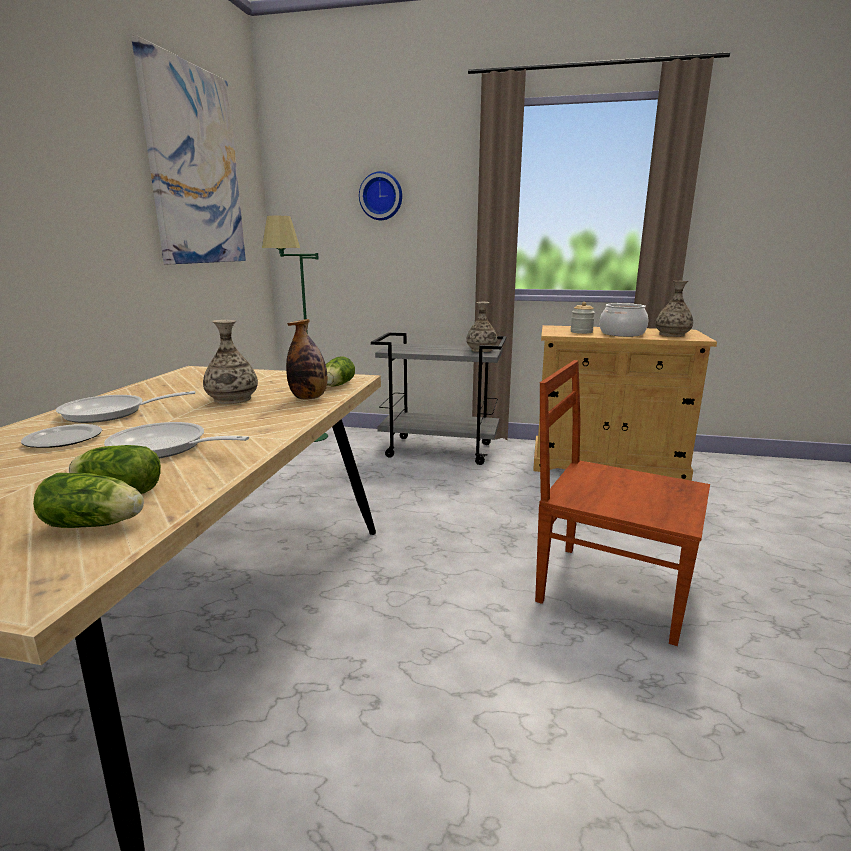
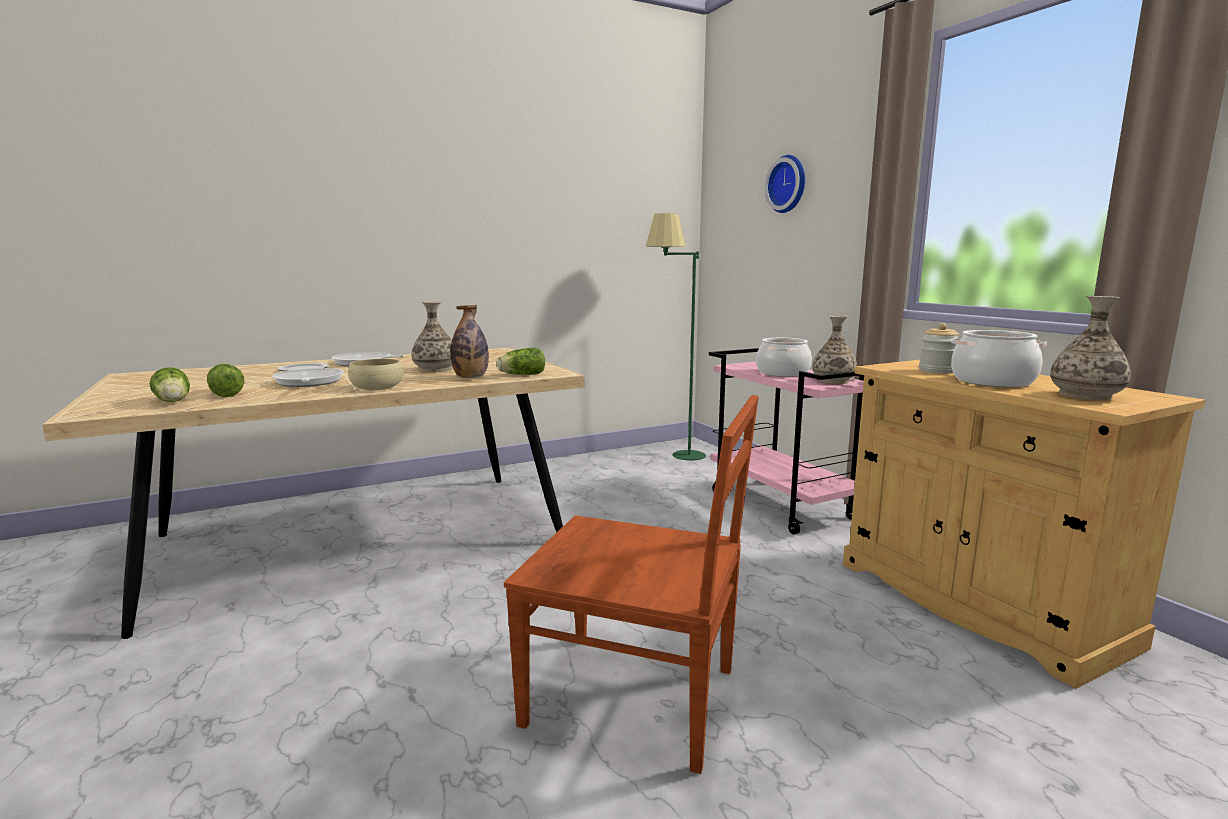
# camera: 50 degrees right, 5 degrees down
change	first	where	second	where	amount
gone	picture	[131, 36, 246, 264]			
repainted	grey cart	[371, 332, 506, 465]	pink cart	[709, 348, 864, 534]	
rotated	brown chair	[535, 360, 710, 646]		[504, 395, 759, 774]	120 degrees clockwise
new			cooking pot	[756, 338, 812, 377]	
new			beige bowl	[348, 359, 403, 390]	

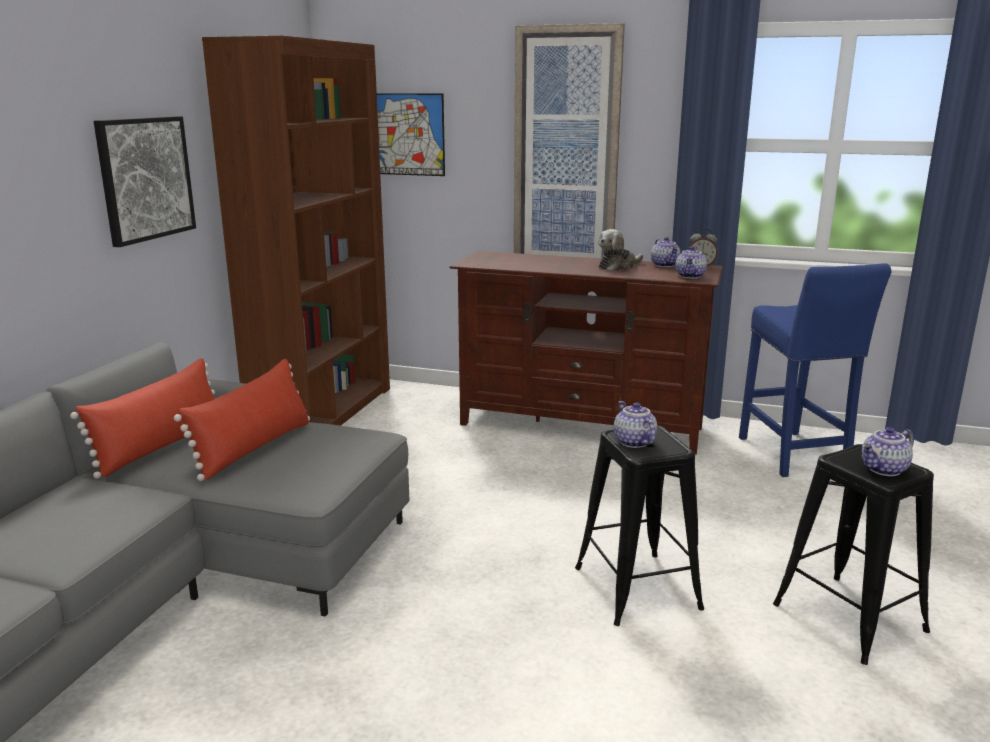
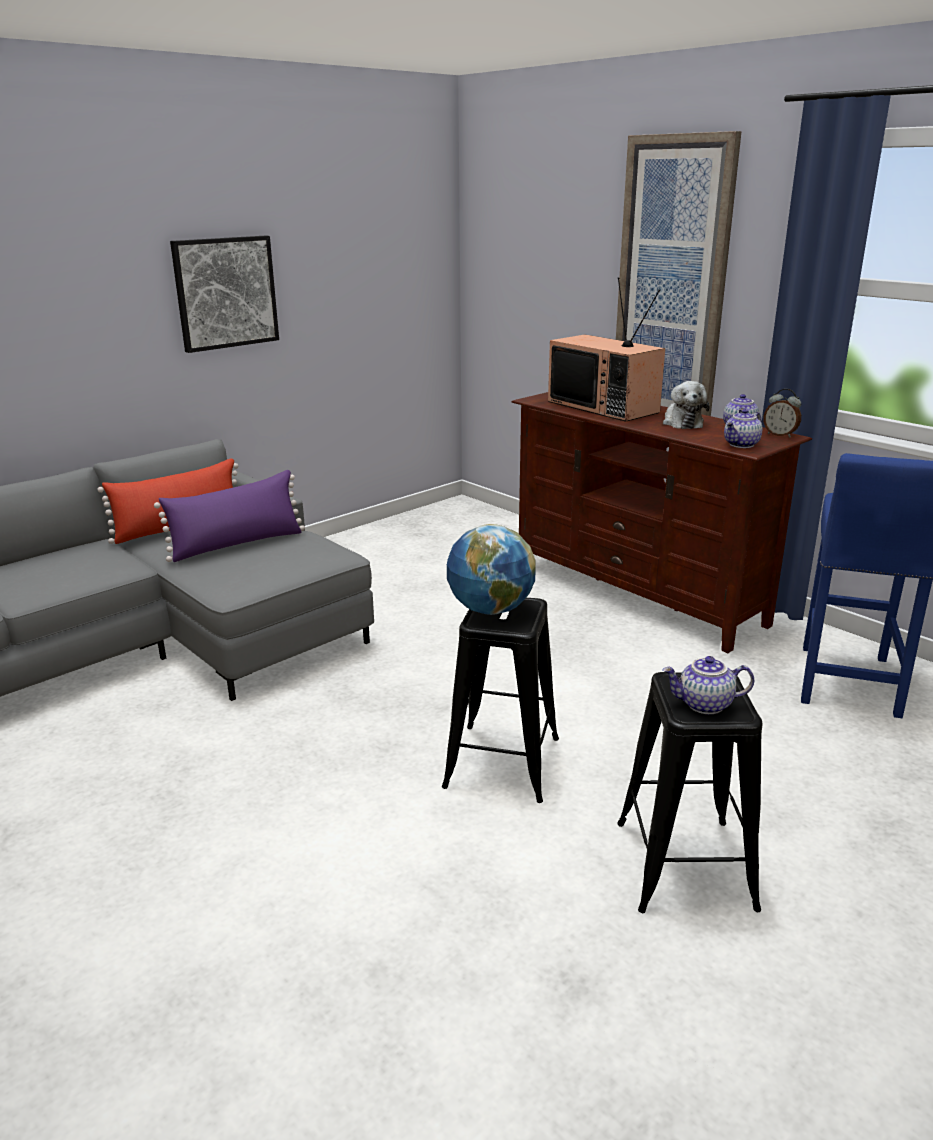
# camera: 30 degrees right, 5 degrees up
change	first	where	second	where	amount
gone	brown bookcase	[202, 36, 390, 426]			
gone	picture	[377, 93, 445, 176]			
rotated	plush toy	[598, 229, 643, 271]		[663, 381, 710, 429]	90 degrees counterclockwise
repainted	red pillow	[174, 359, 310, 481]	purple pillow	[154, 470, 305, 562]	
swapped	teapot	[614, 401, 657, 448]	globe	[447, 524, 536, 615]	
new			television	[548, 277, 665, 422]	

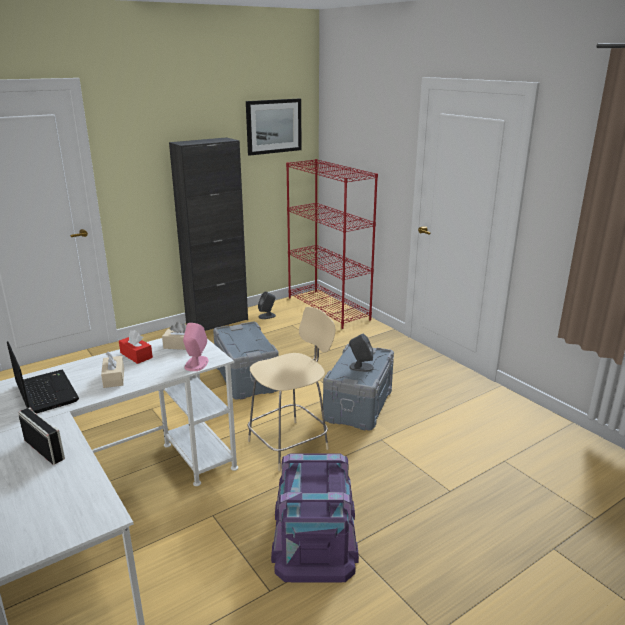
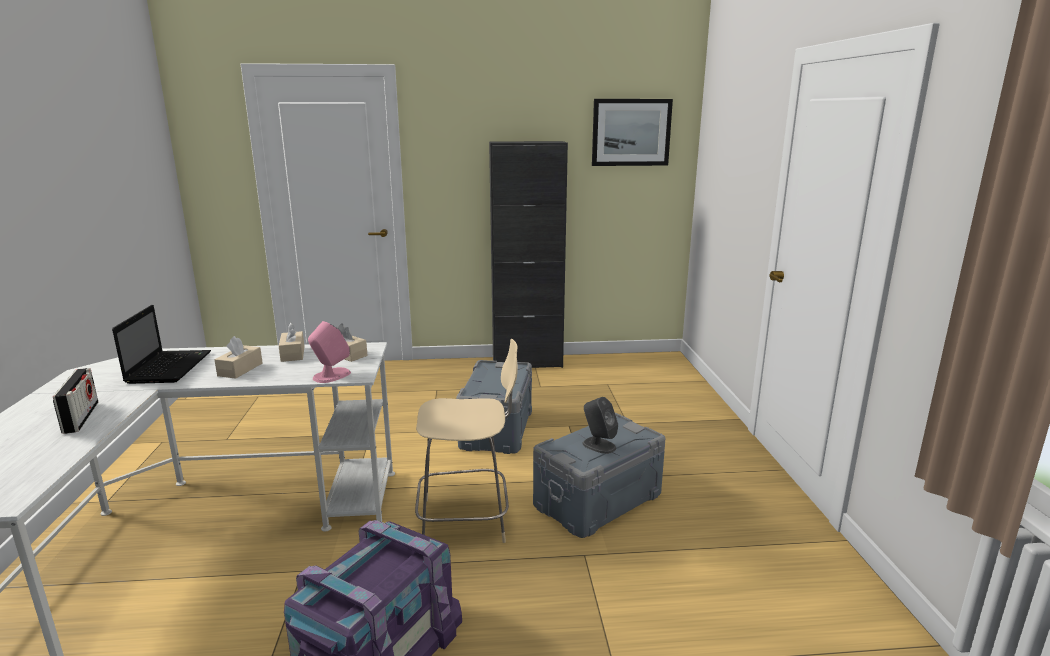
# camera: 30 degrees right, 5 degrees down
change	first	where	second	where	amount
gone	red bookcase	[286, 159, 378, 329]			
gone	grey speaker	[258, 291, 276, 319]			
repainted	red tissue box	[119, 330, 153, 364]	beige tissue box	[279, 323, 305, 362]	

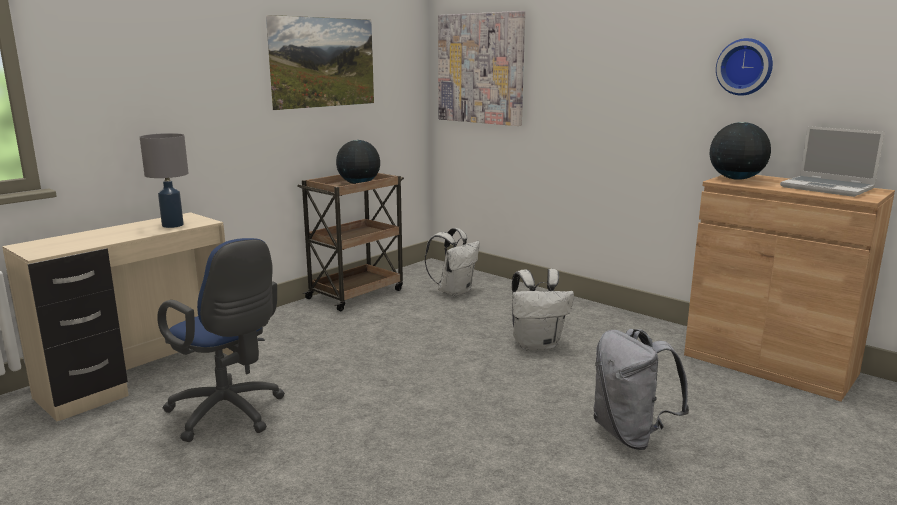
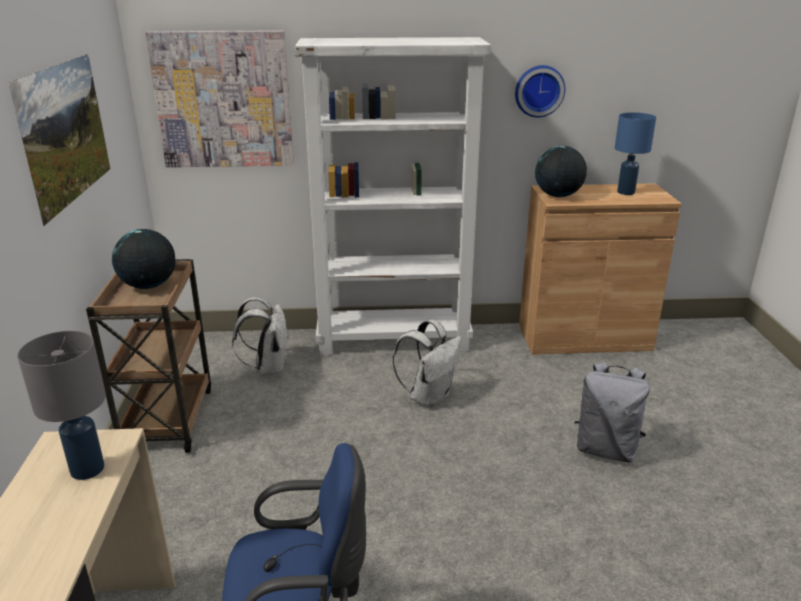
# camera: 45 degrees left, 10 degrees up
change	first	where	second	where	amount
swapped	laptop	[780, 126, 885, 197]	blue table lamp	[615, 112, 656, 195]	
new			white bookcase	[295, 37, 491, 356]	

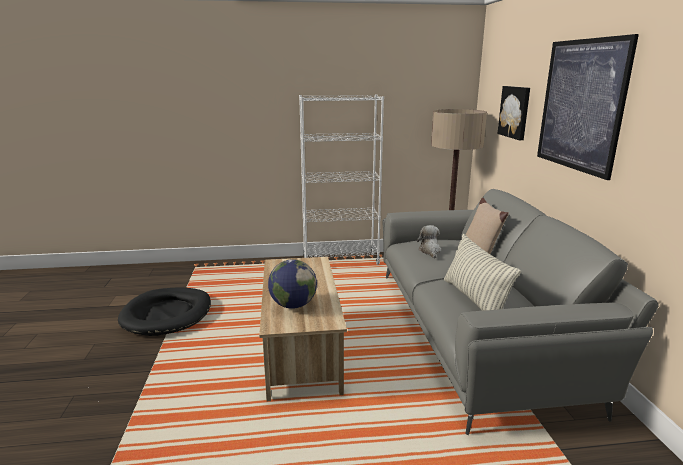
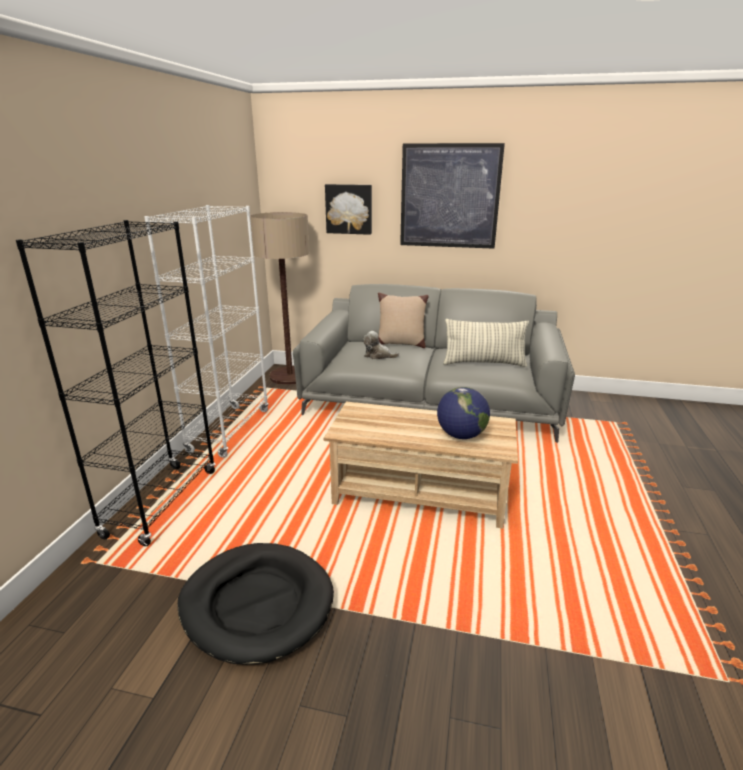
# camera: 70 degrees left, 5 degrees up
change	first	where	second	where	amount
new			black bookcase	[16, 220, 216, 546]	

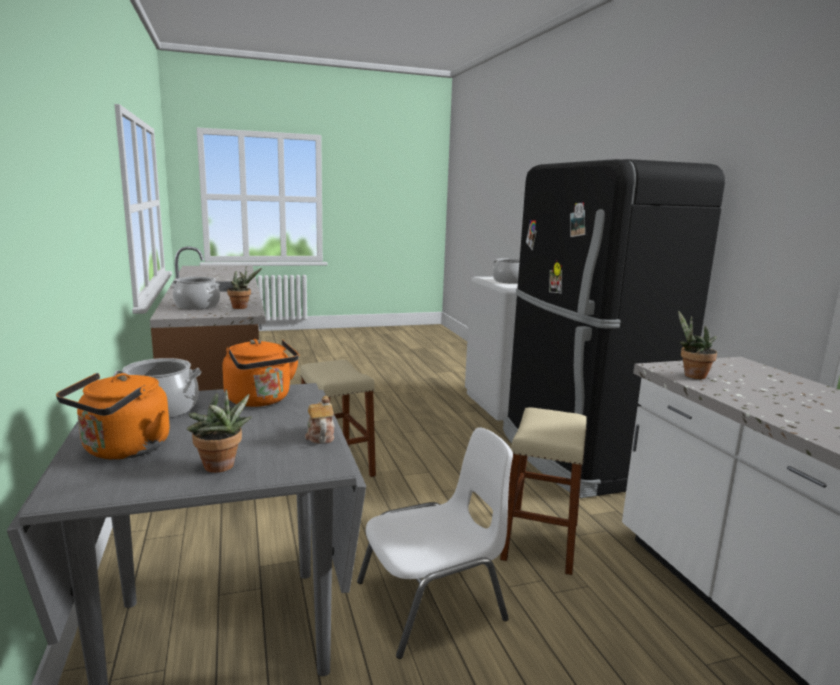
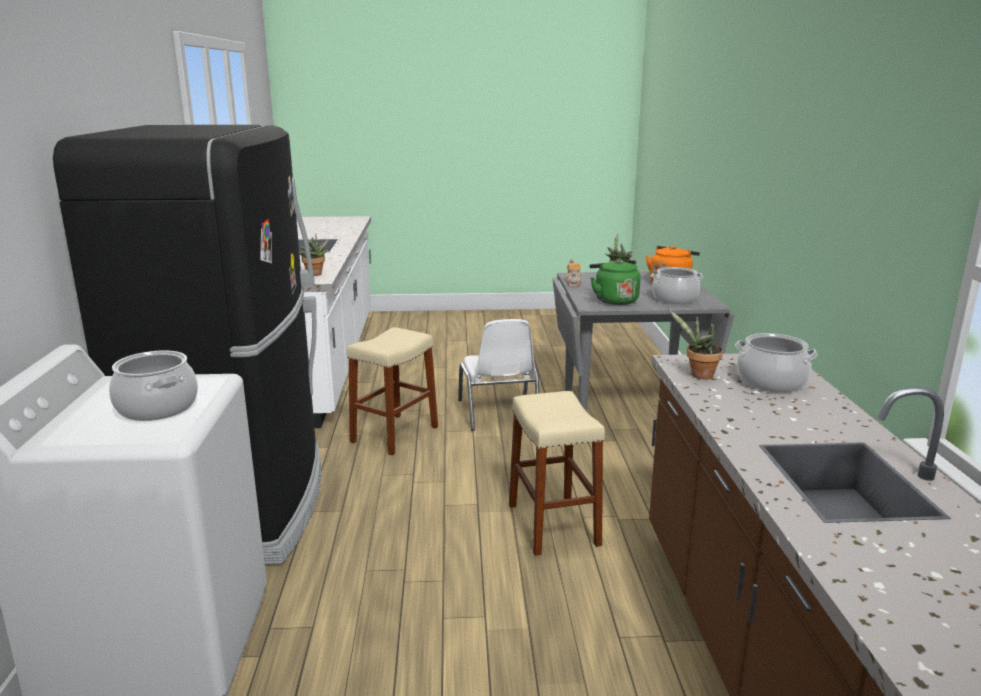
# camera: 165 degrees left, 5 degrees up
change	first	where	second	where	amount
repainted	orange kettle	[222, 339, 299, 407]	green kettle	[590, 259, 641, 305]	
rotated	white chair	[357, 427, 513, 659]		[458, 319, 539, 431]	90 degrees counterclockwise

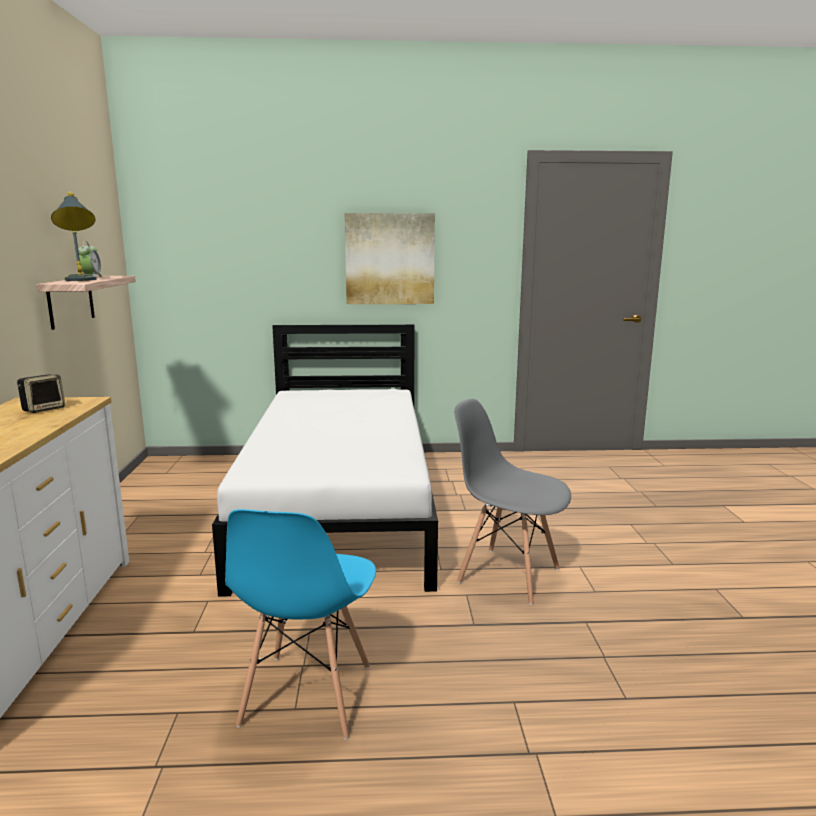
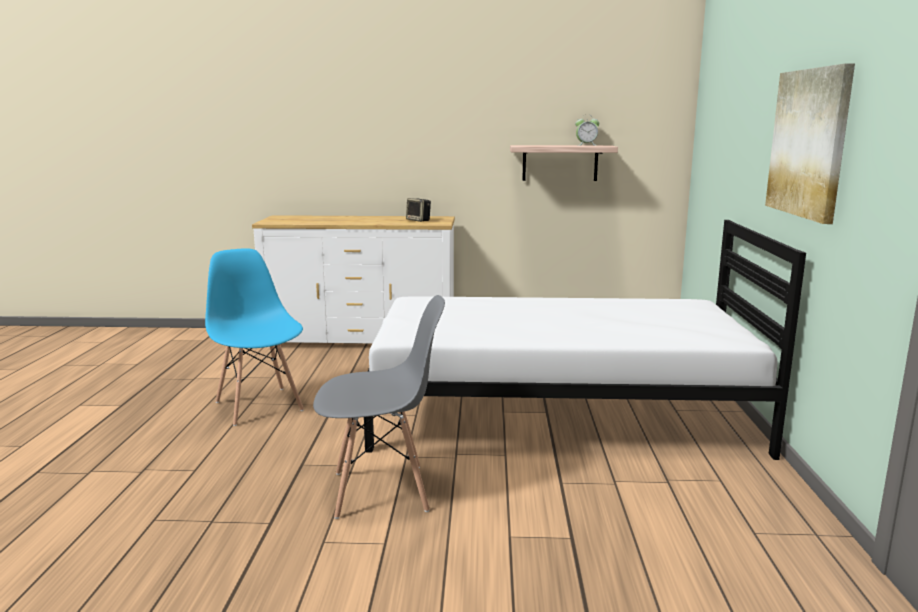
# camera: 95 degrees right, 0 degrees up
change	first	where	second	where	amount
gone	grey table lamp	[51, 192, 97, 281]			
rotated	grey chair	[454, 399, 571, 605]		[313, 295, 445, 519]	45 degrees clockwise
rotated	blue chair	[225, 509, 376, 740]		[205, 248, 304, 426]	45 degrees clockwise

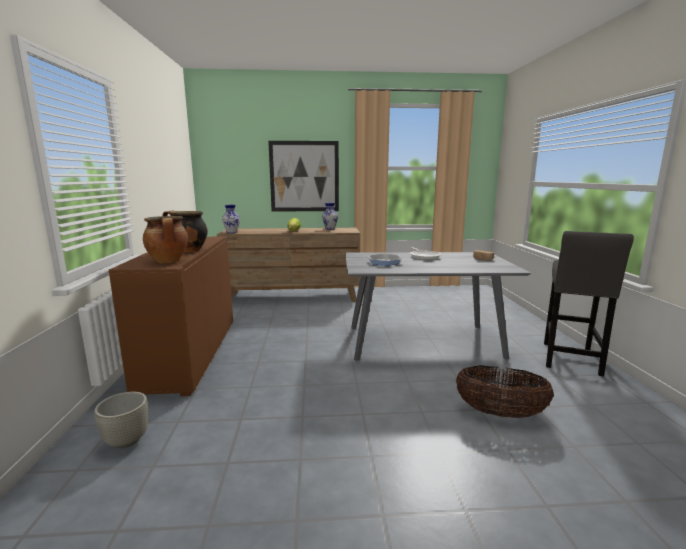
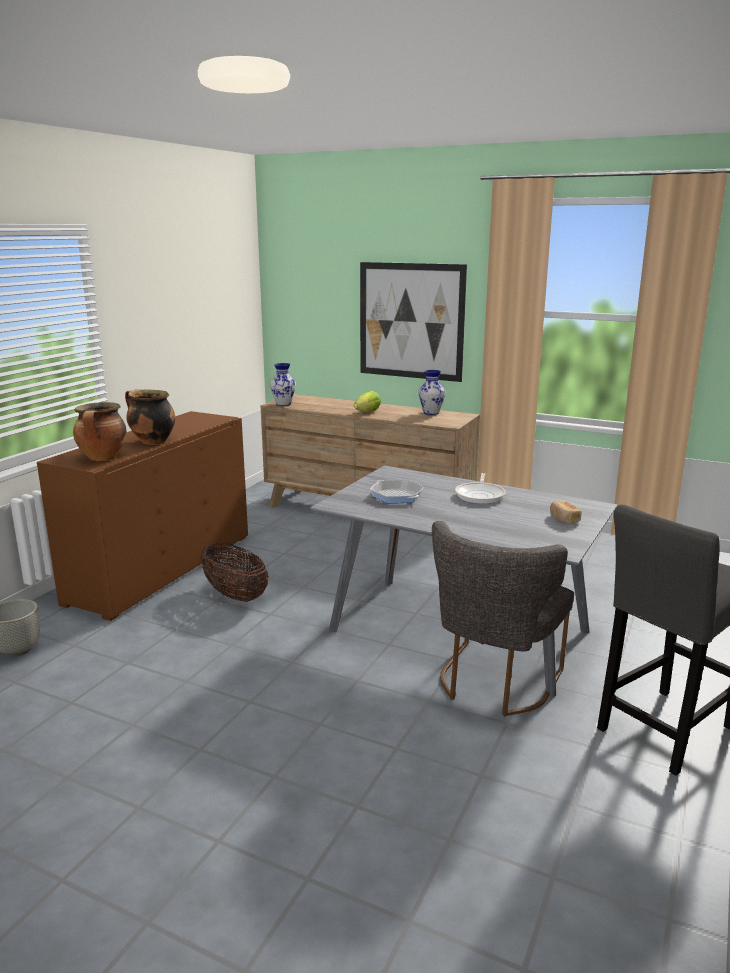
# camera: 30 degrees right, 5 degrees up
change	first	where	second	where	amount
shifted	basket	[456, 365, 554, 418]		[200, 543, 269, 602]	
new			grey chair	[432, 521, 574, 716]	

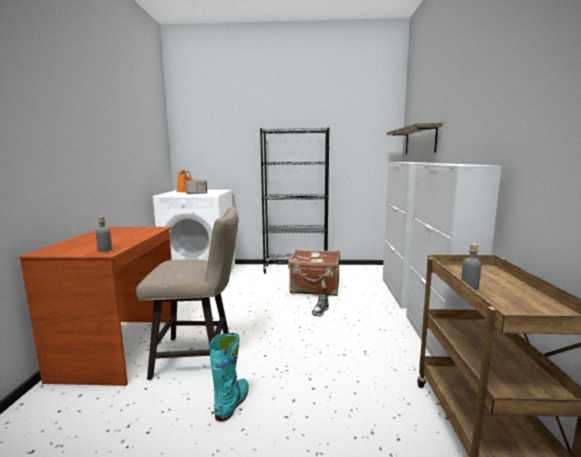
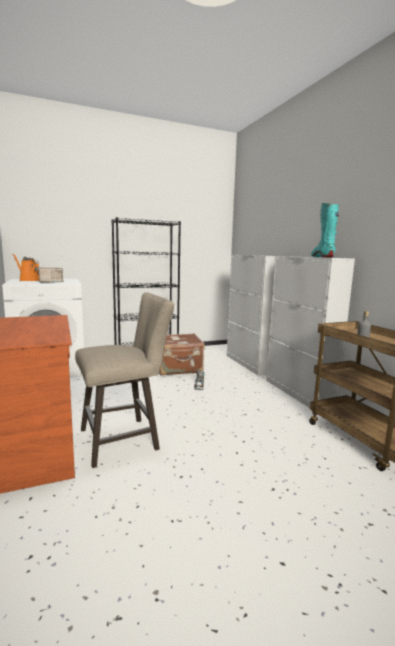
# camera: 25 degrees left, 0 degrees up
change	first	where	second	where	amount
gone	shelf	[386, 123, 442, 154]			
gone	grey bottle	[96, 216, 112, 252]			
shifted	turquoise boot	[210, 333, 249, 421]		[311, 203, 339, 258]	

